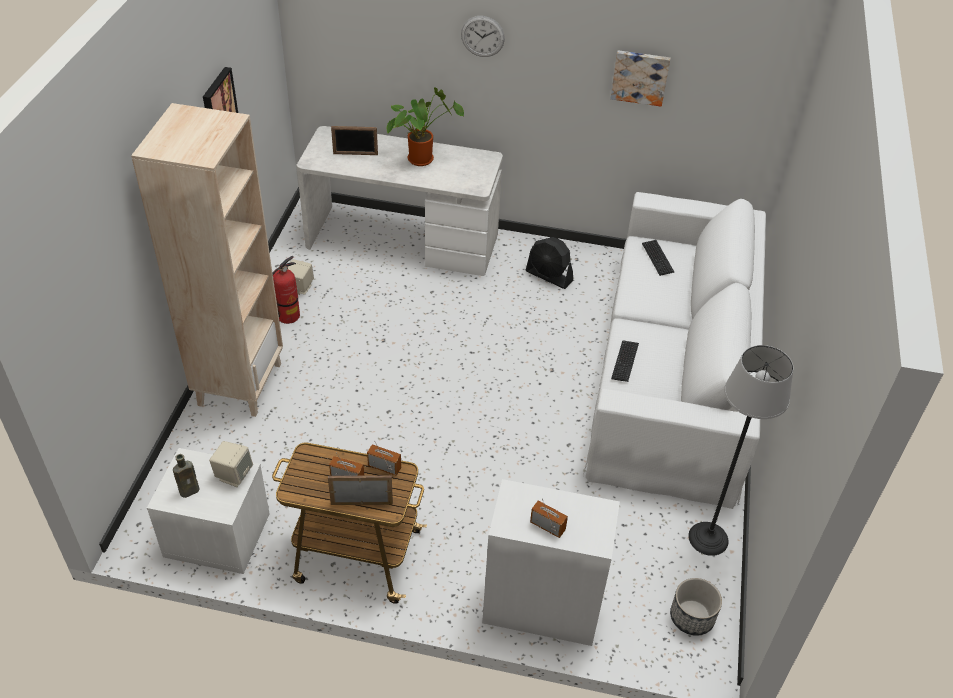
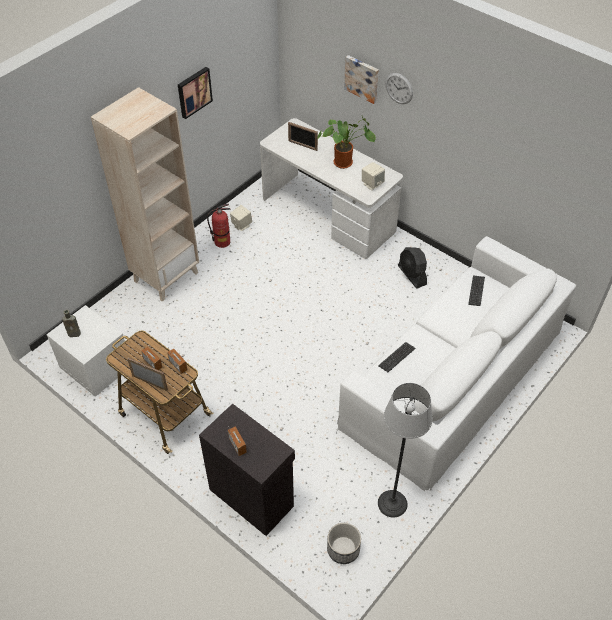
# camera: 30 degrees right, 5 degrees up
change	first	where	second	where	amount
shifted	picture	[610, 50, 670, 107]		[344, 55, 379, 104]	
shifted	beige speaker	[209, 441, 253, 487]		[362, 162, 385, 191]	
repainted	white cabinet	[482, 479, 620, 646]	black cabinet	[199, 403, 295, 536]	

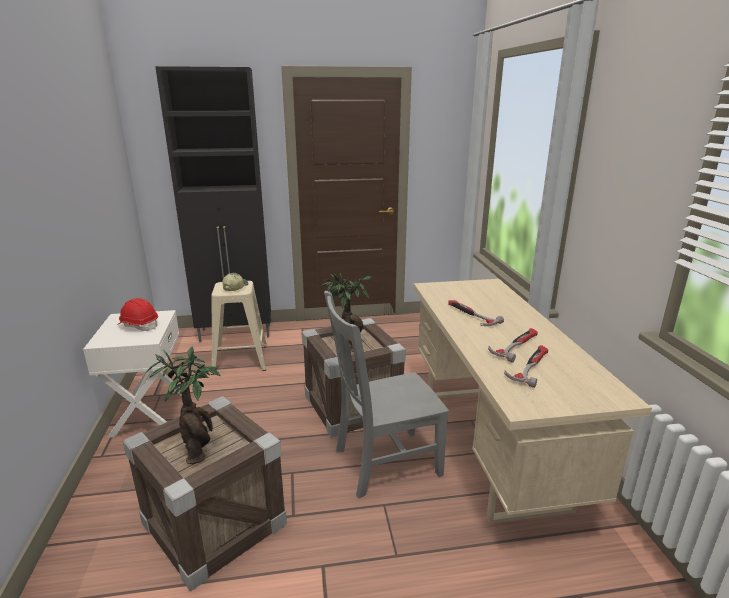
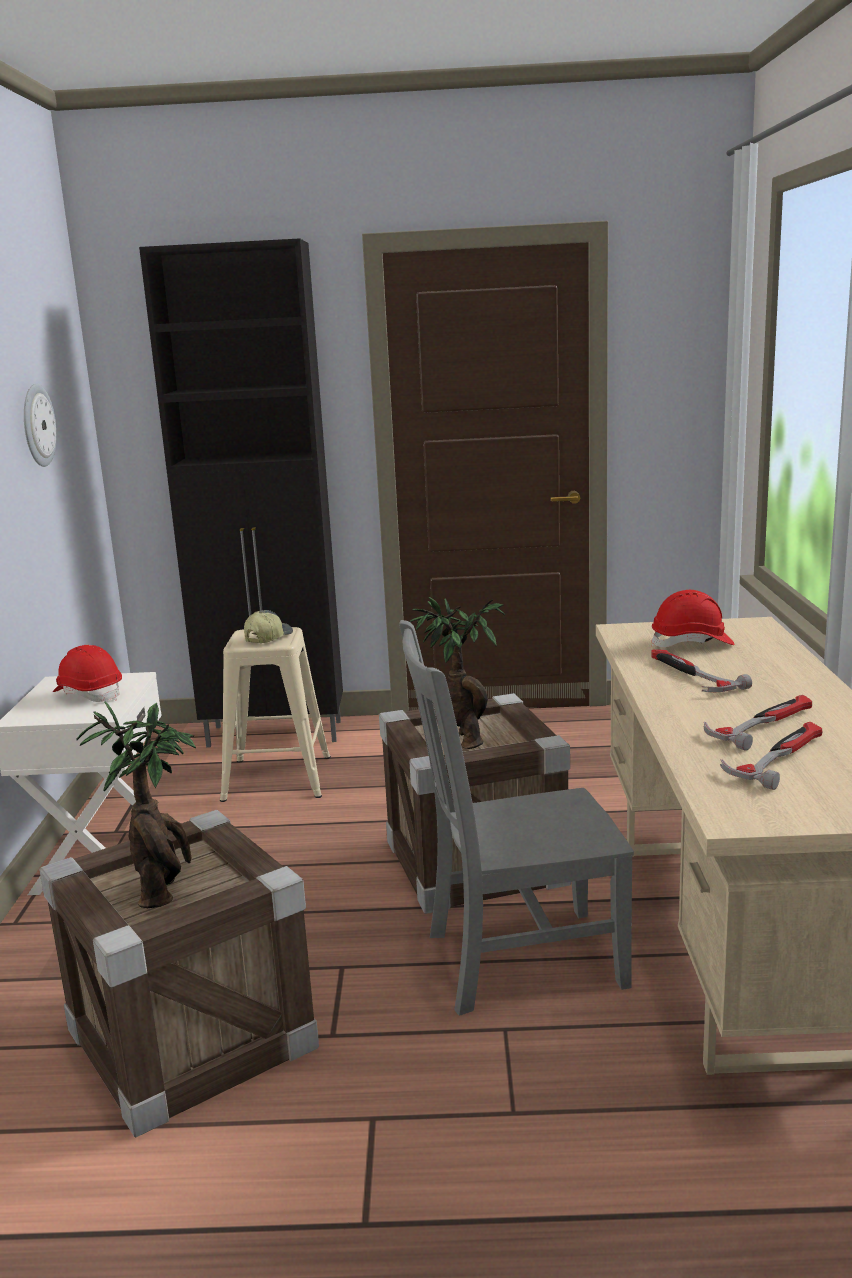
# camera: 10 degrees right, 5 degrees down
change	first	where	second	where	amount
new			wall clock	[24, 384, 57, 467]	
new			red hard hat	[651, 590, 734, 647]	

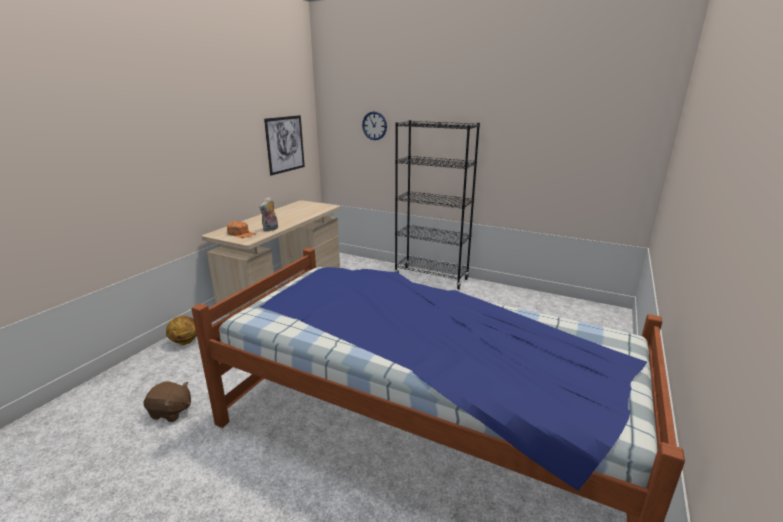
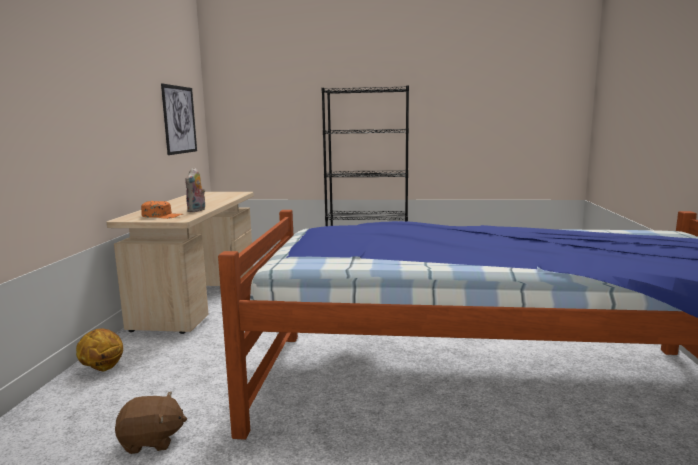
# camera: 20 degrees left, 10 degrees down
change	first	where	second	where	amount
gone	wall clock	[362, 111, 387, 140]			

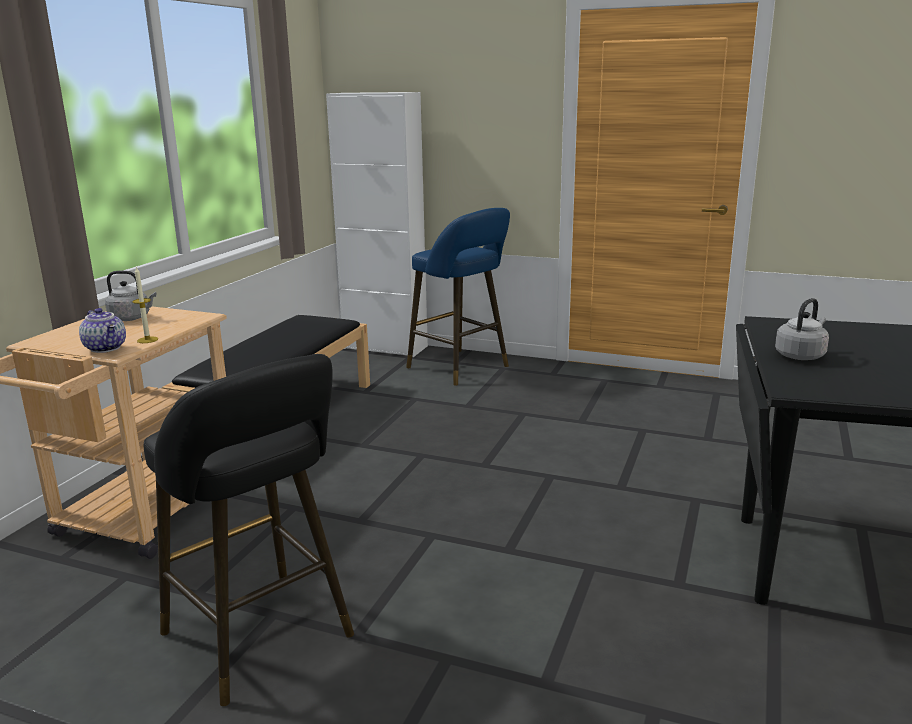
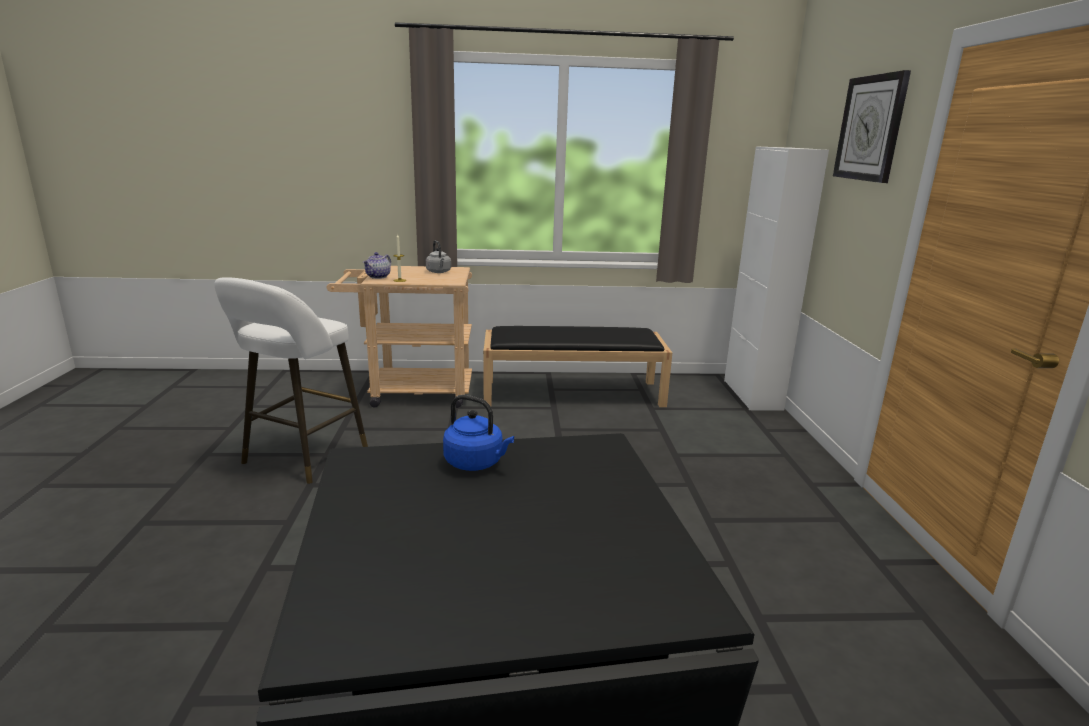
# camera: 65 degrees right, 0 degrees up
change	first	where	second	where	amount
gone	blue stool	[406, 208, 510, 386]			
repainted	grey kettle	[775, 298, 829, 360]	blue kettle	[443, 395, 514, 471]	
repainted	black stool	[144, 354, 354, 706]	white stool	[214, 277, 368, 484]	
new			wall clock	[833, 70, 911, 183]	

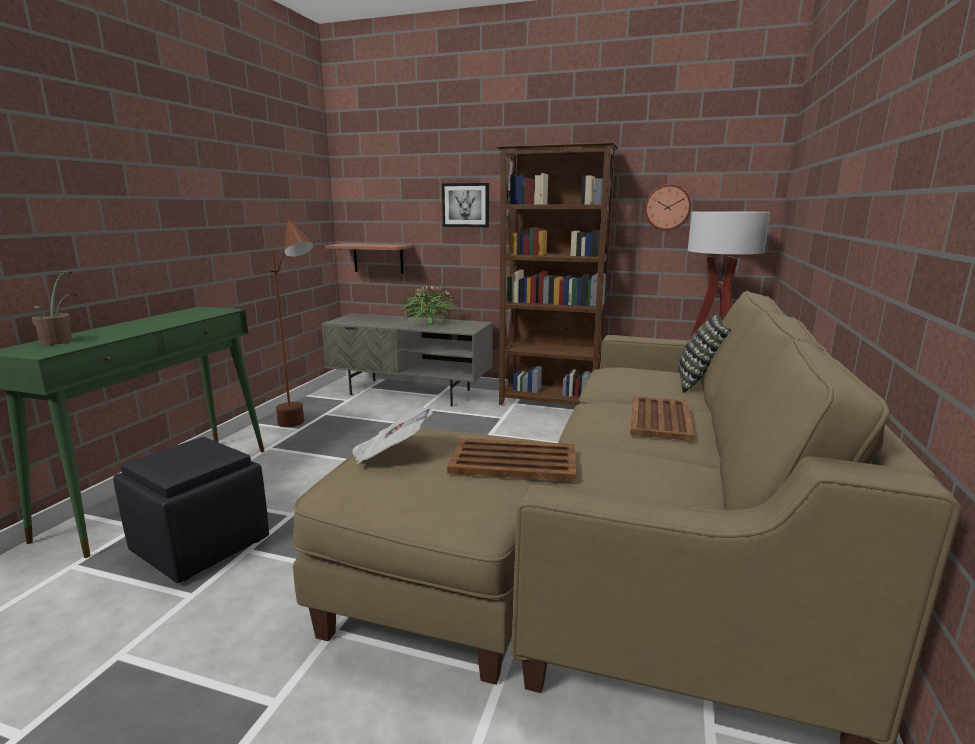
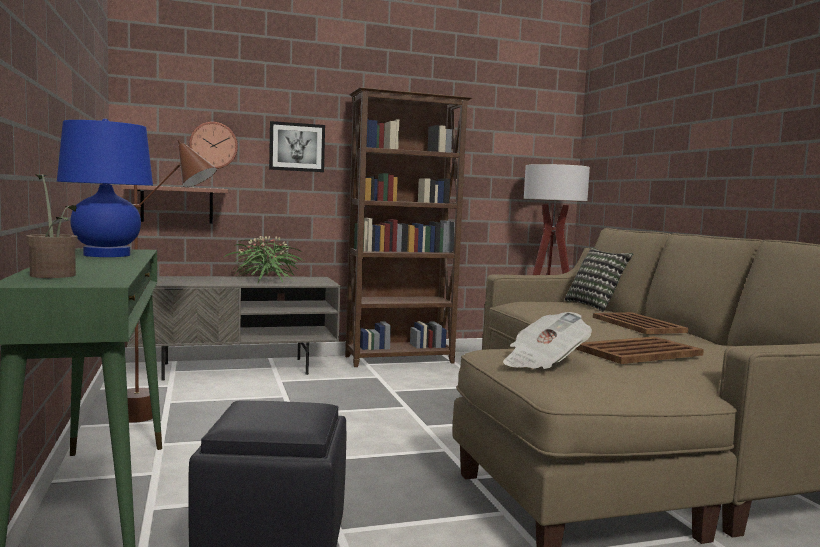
# camera: 35 degrees left, 10 degrees down
change	first	where	second	where	amount
shifted	wall clock	[645, 184, 691, 230]		[189, 122, 238, 169]	
new			blue table lamp	[57, 119, 153, 257]	

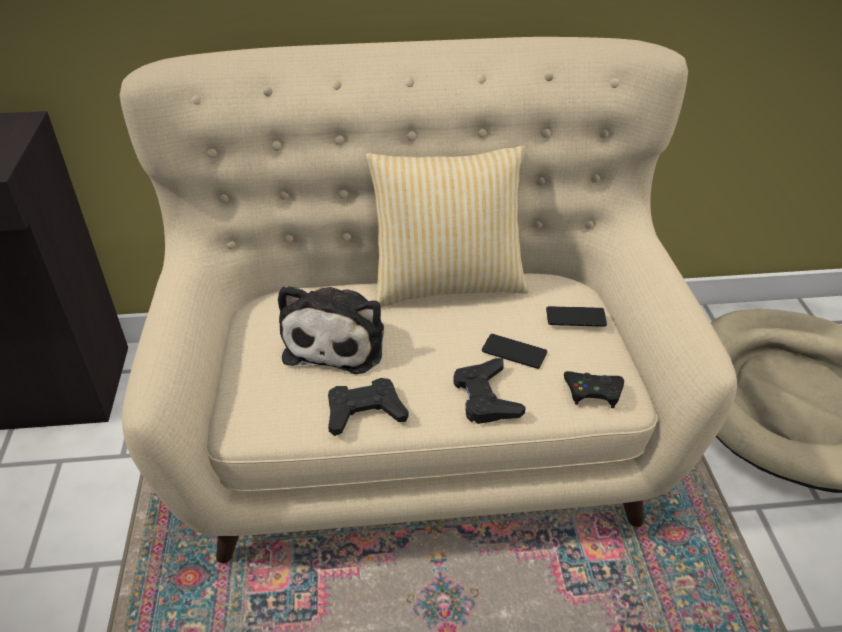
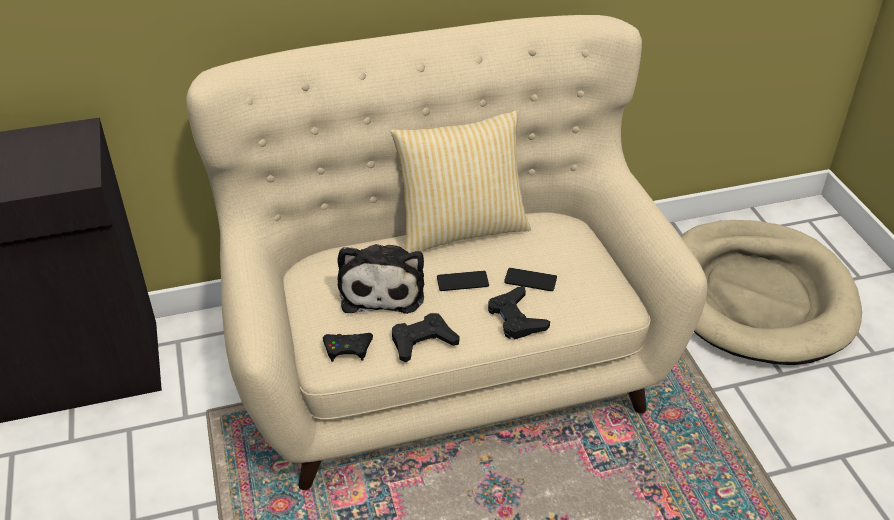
# camera: 10 degrees left, 0 degrees up
change	first	where	second	where	amount
shifted	phone	[546, 306, 607, 327]		[437, 271, 489, 291]	
shifted	black game controller	[564, 371, 624, 408]		[323, 333, 373, 362]	

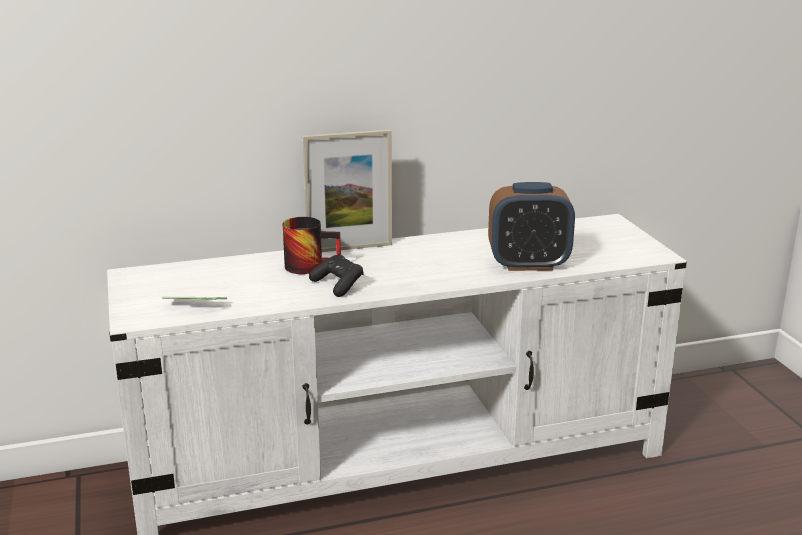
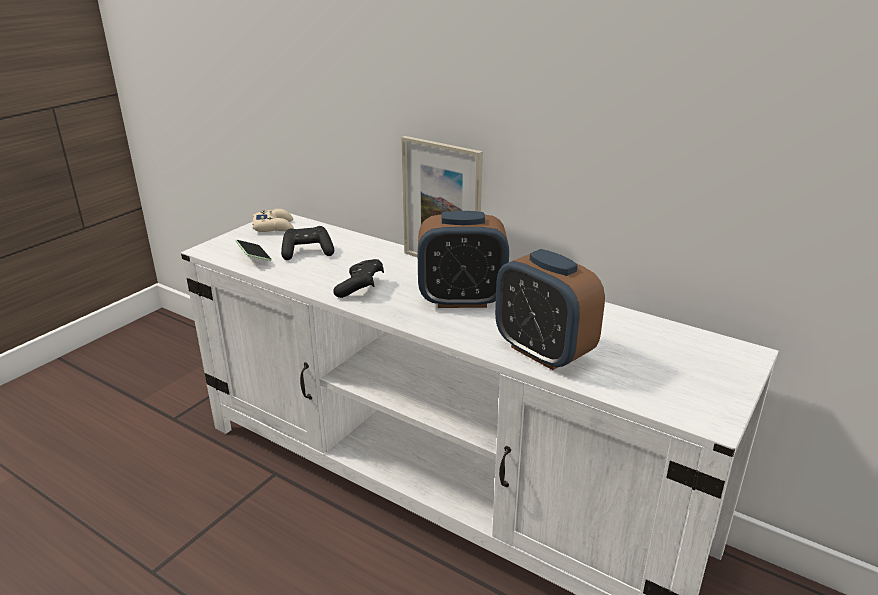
# camera: 50 degrees right, 5 degrees up
change	first	where	second	where	amount
gone	mug	[283, 217, 341, 274]			
new			beige game controller	[252, 209, 294, 232]	
new			alarm clock	[418, 211, 509, 308]	
new			black game controller	[281, 226, 334, 260]	

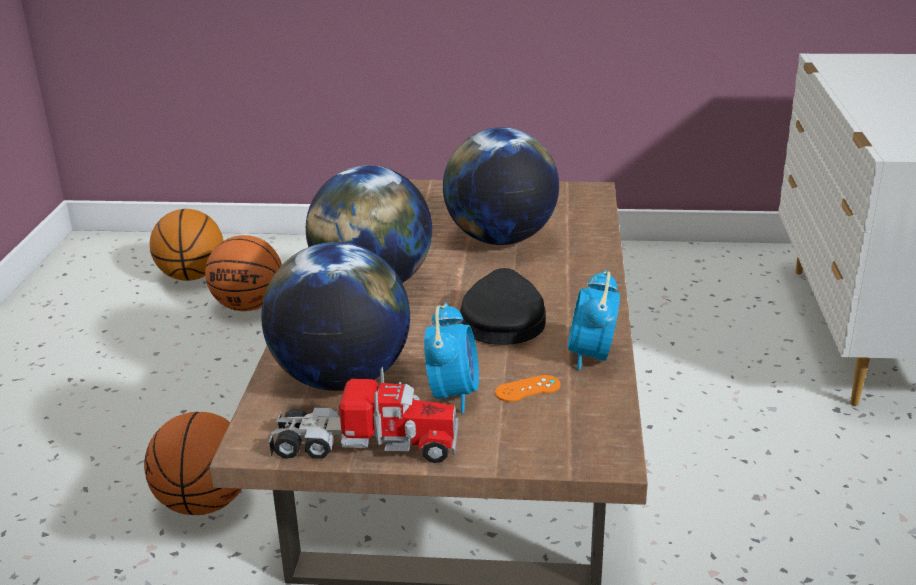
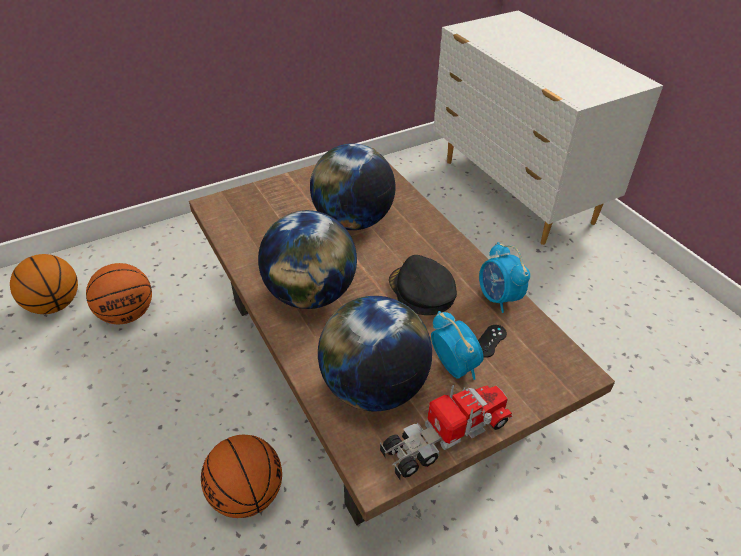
# camera: 35 degrees left, 15 degrees up
change	first	where	second	where	amount
repainted	orange game controller	[495, 375, 561, 402]	black game controller	[478, 325, 507, 358]	

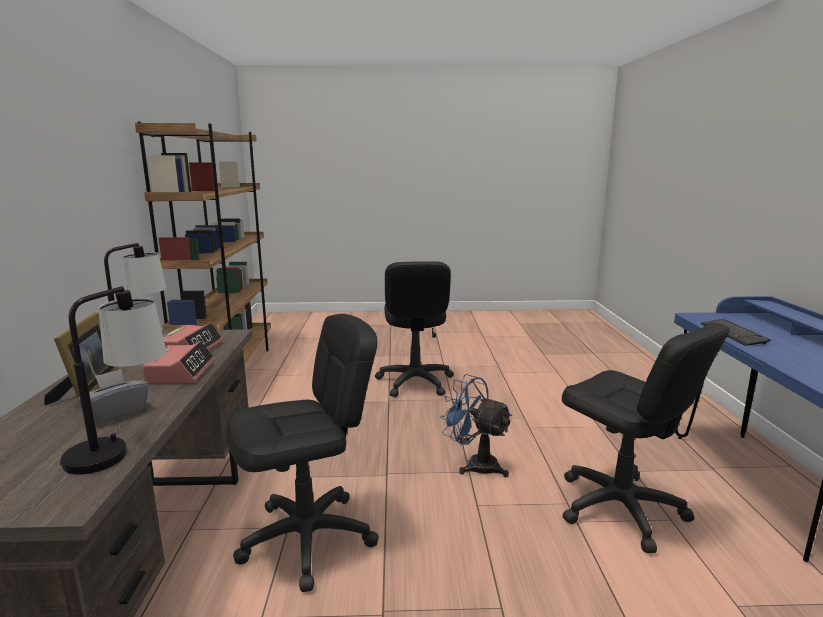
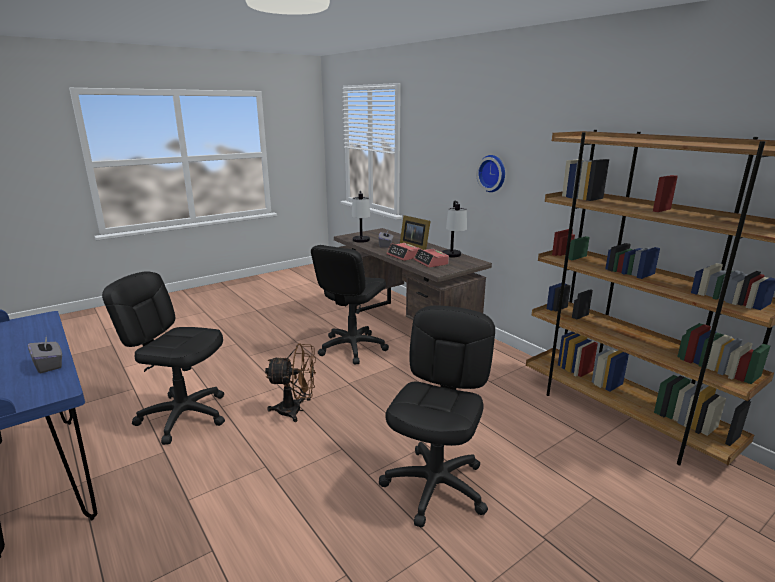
# camera: 145 degrees right, 5 degrees up
change	first	where	second	where	amount
rotated	black office chair	[375, 261, 454, 397]		[379, 306, 495, 528]	60 degrees clockwise
swapped	keyboard	[700, 319, 771, 346]	grey tissue box	[28, 337, 62, 374]	
repainted	blue fan	[440, 374, 512, 477]	brown fan	[265, 343, 316, 422]	
new			wall clock	[476, 155, 505, 192]	

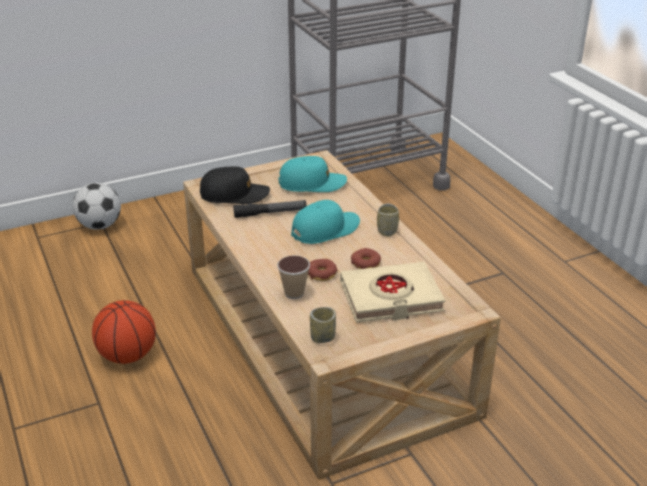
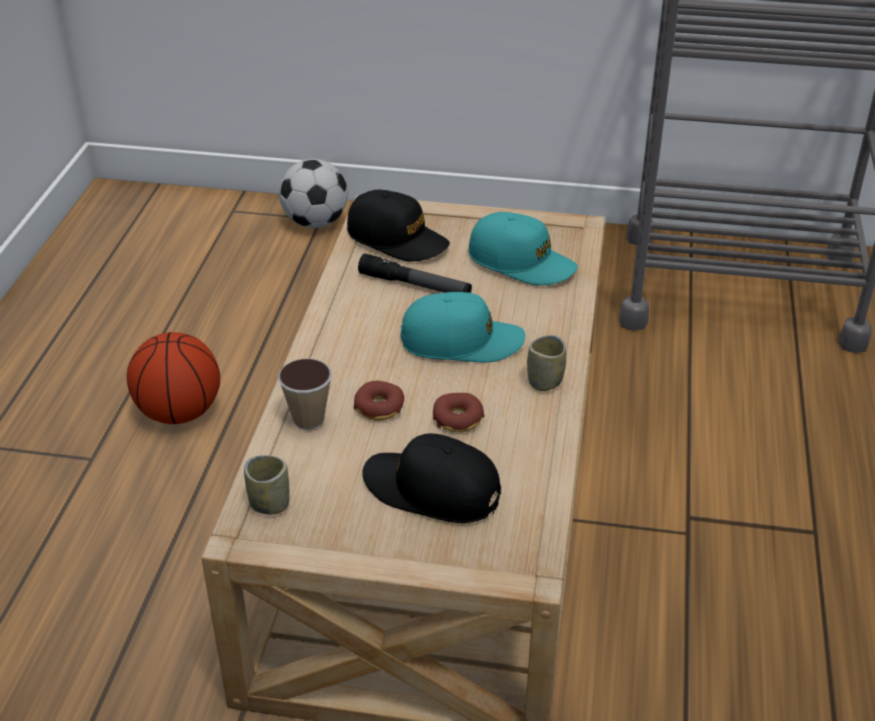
# camera: 35 degrees right, 5 degrees up
change	first	where	second	where	amount
swapped	beige book	[340, 262, 445, 323]	black cap	[362, 433, 501, 523]	

